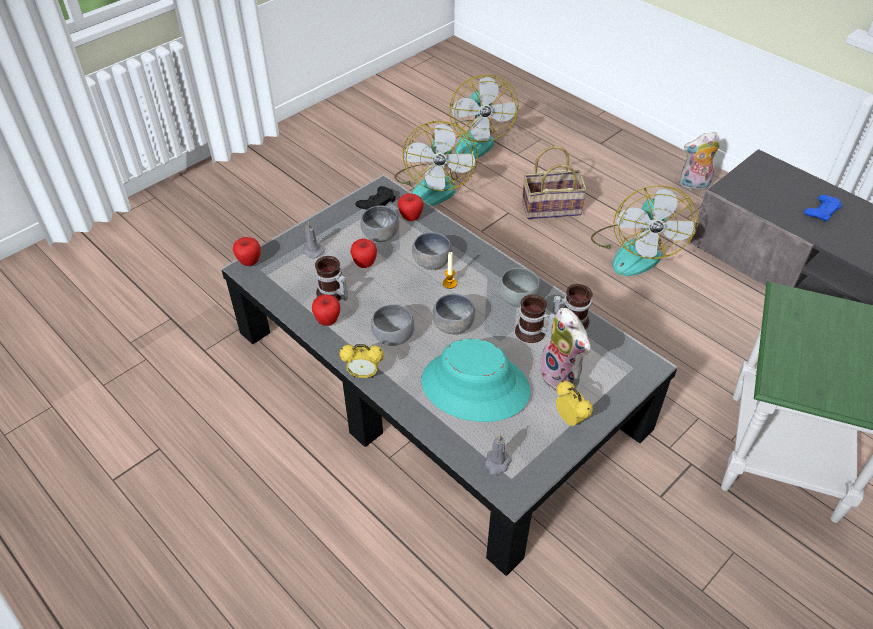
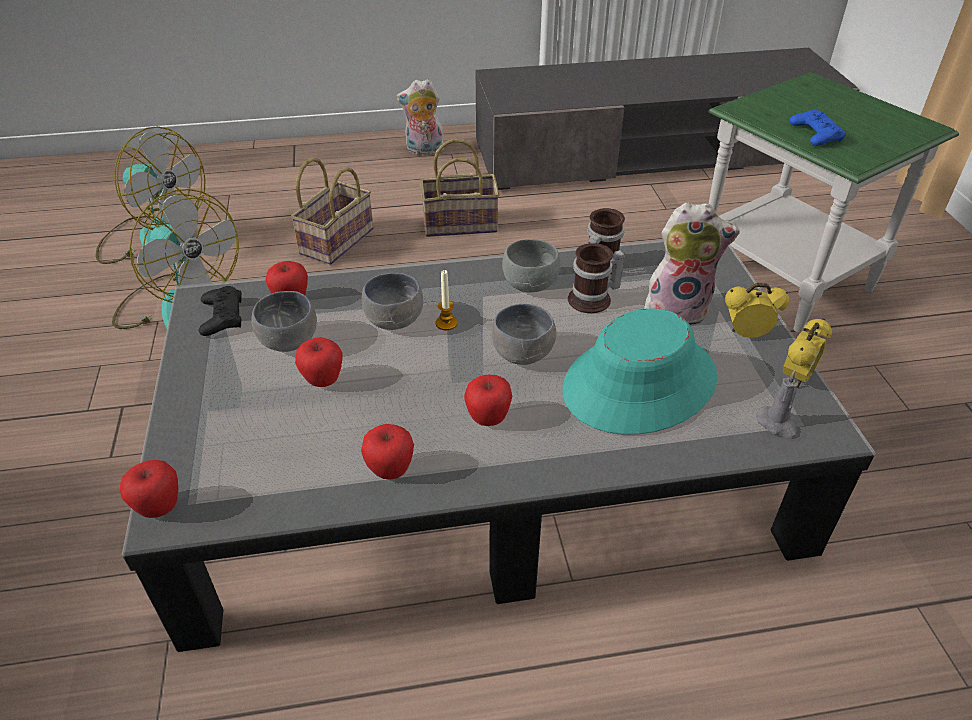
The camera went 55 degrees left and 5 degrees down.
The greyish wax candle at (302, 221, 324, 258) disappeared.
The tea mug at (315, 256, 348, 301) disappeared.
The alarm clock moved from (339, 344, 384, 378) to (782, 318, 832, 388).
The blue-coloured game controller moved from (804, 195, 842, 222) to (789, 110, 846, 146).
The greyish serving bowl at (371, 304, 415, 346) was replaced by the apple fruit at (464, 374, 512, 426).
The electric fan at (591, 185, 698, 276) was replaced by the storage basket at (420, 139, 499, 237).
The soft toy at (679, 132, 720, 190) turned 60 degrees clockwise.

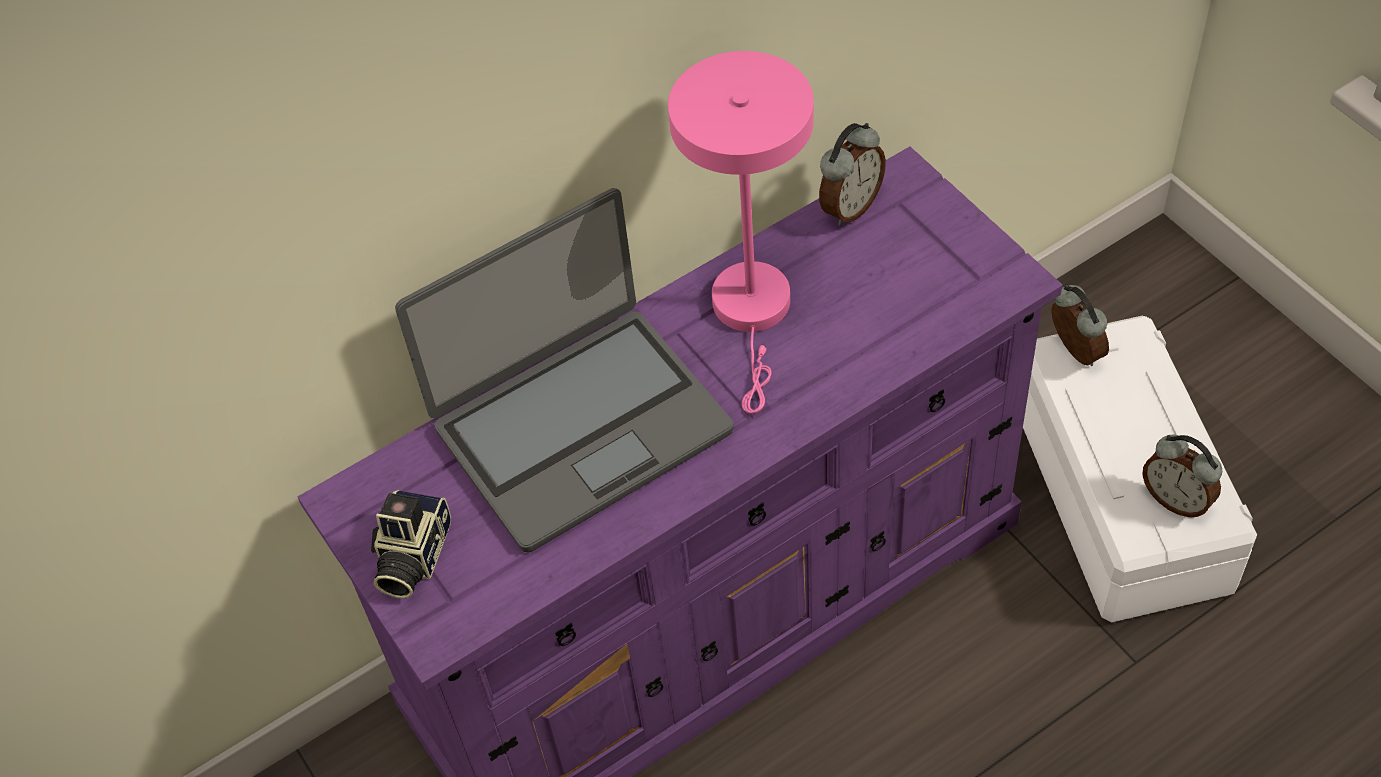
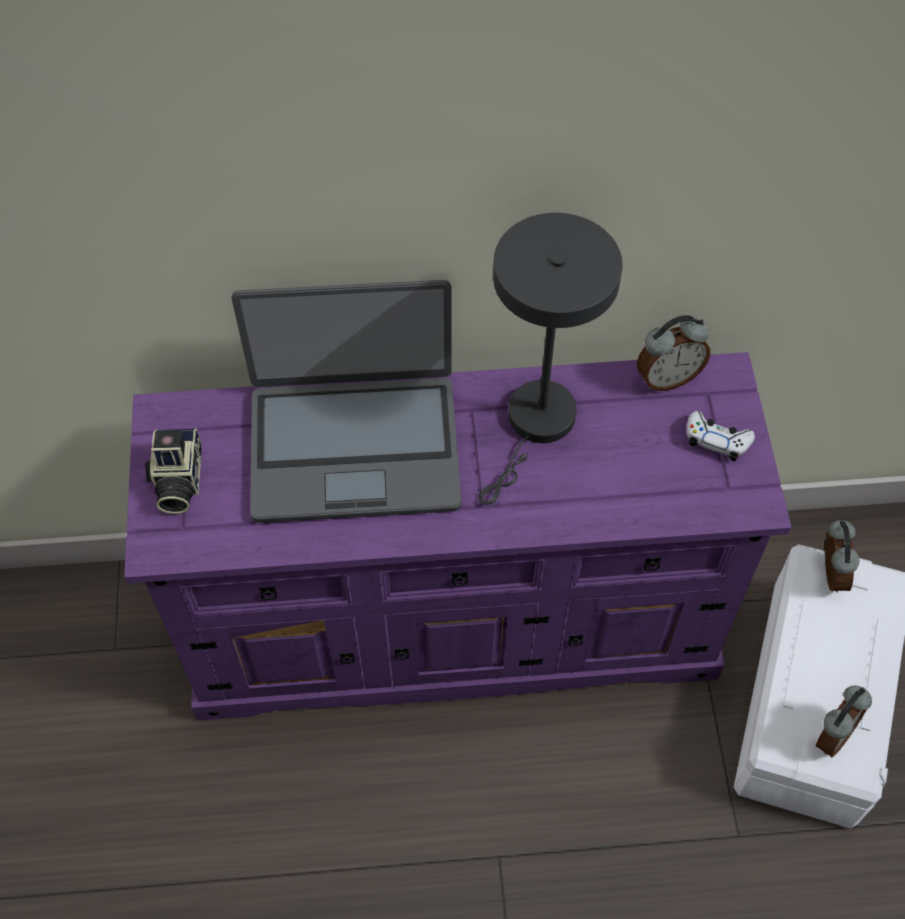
The camera went 25 degrees right and 5 degrees up.
The white-coloured game controller at (687, 411, 755, 461) appeared.
The pink-coloured lamp for a table at (668, 51, 814, 414) became the greyish lamp for a table at (478, 213, 623, 505).
The photo camera at (371, 490, 451, 599) turned 45 degrees counterclockwise.
The alarm clock at (1142, 434, 1222, 517) turned 120 degrees counterclockwise.

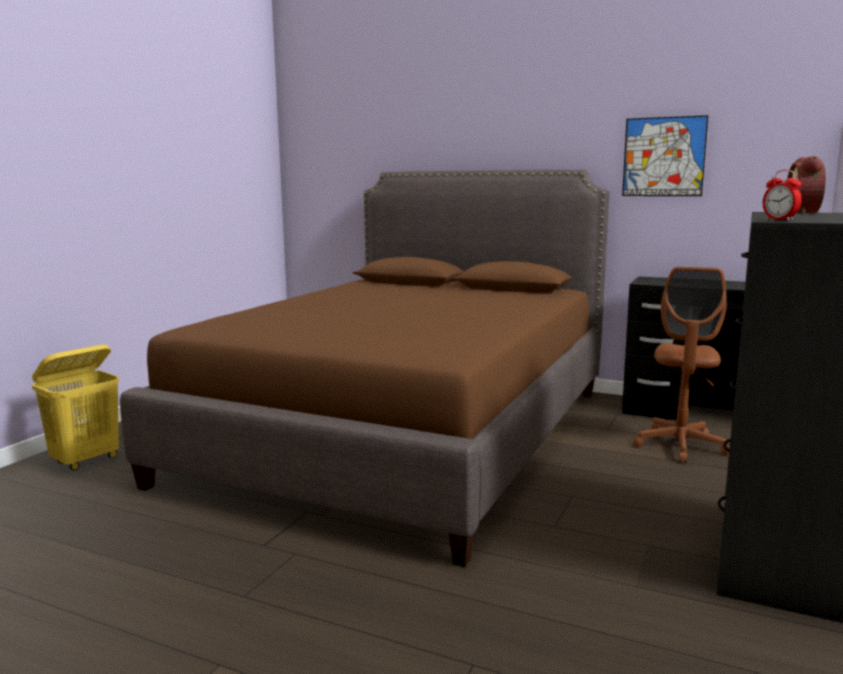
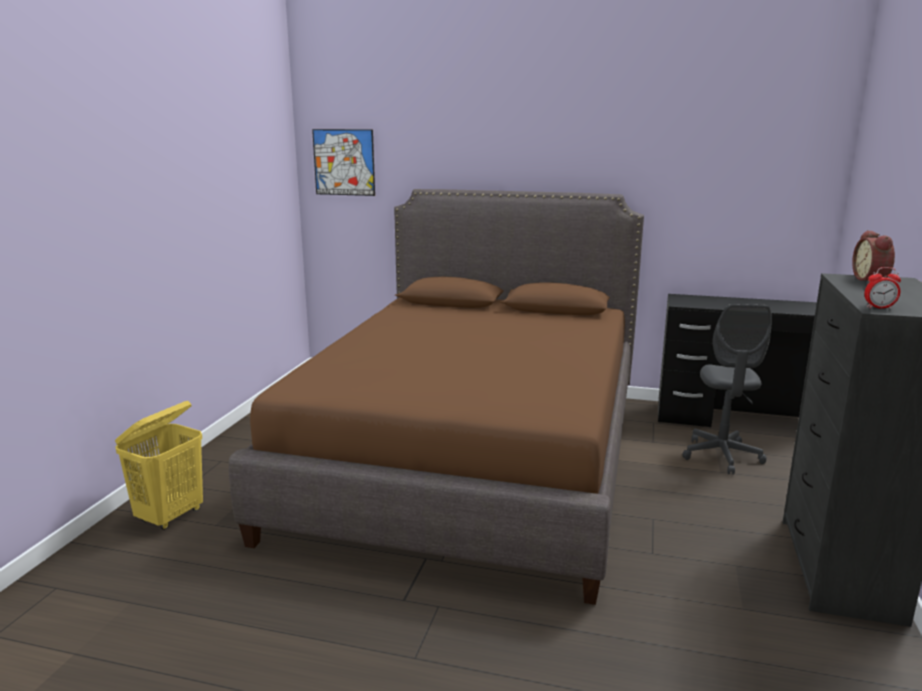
The camera went 10 degrees left and 5 degrees up.
The picture moved from (622, 115, 708, 196) to (312, 129, 375, 196).
The brownish desk chair at (634, 267, 730, 463) became the greyish desk chair at (682, 304, 772, 475).
The alarm clock at (763, 170, 802, 221) turned 45 degrees counterclockwise.

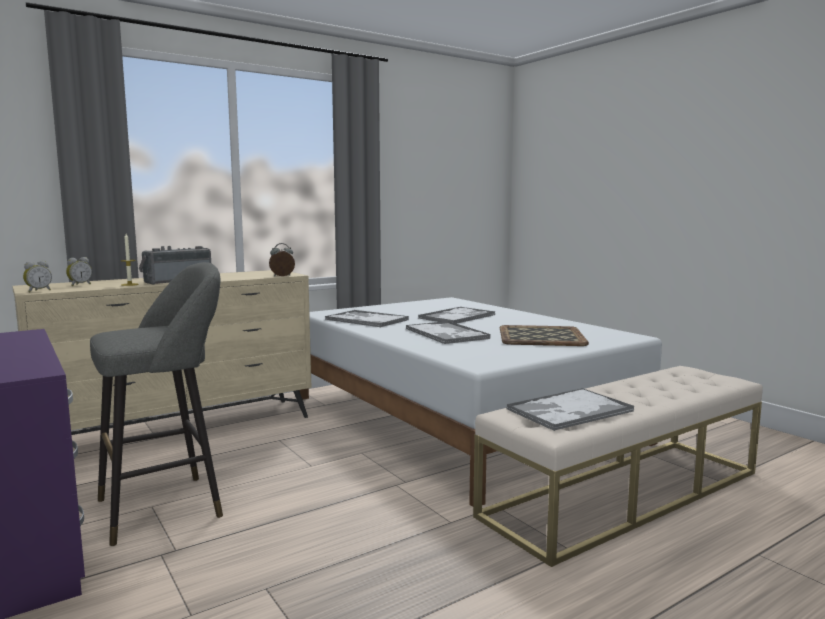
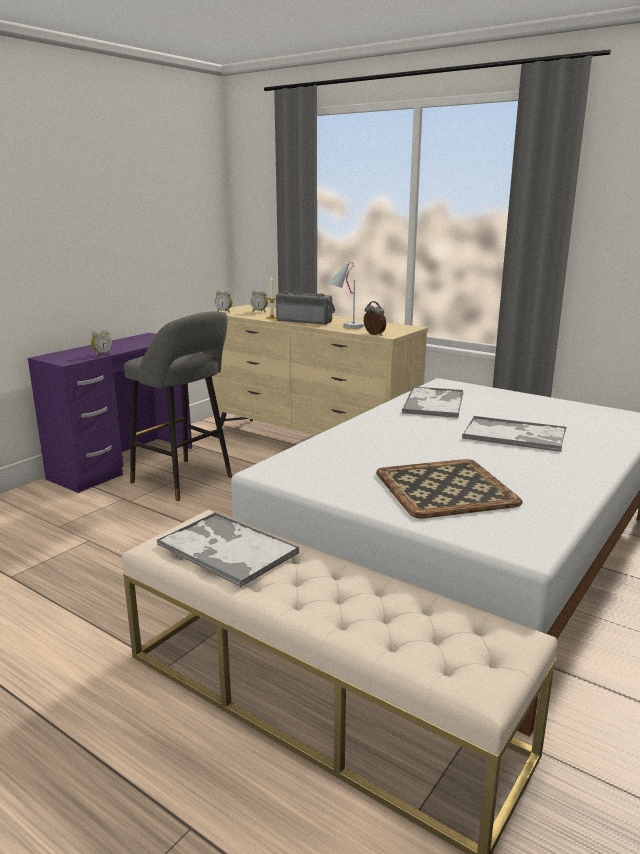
The camera went 70 degrees right and 10 degrees up.
The serving tray at (406, 321, 491, 344) disappeared.
The alarm clock at (91, 329, 112, 356) appeared.
The white-coloured lamp for a table at (327, 262, 363, 329) appeared.

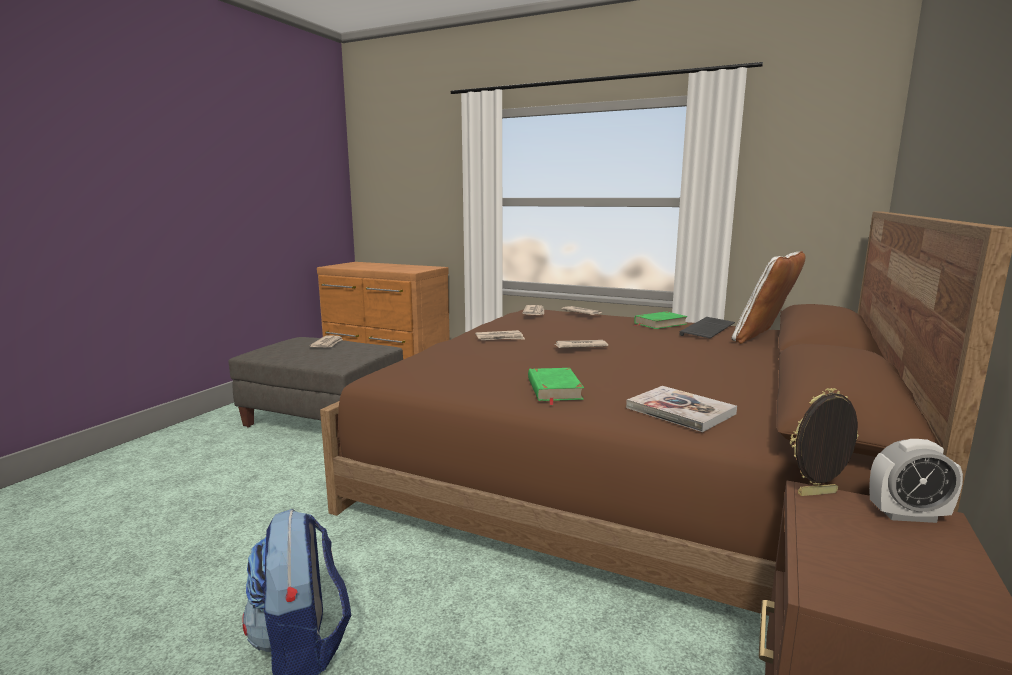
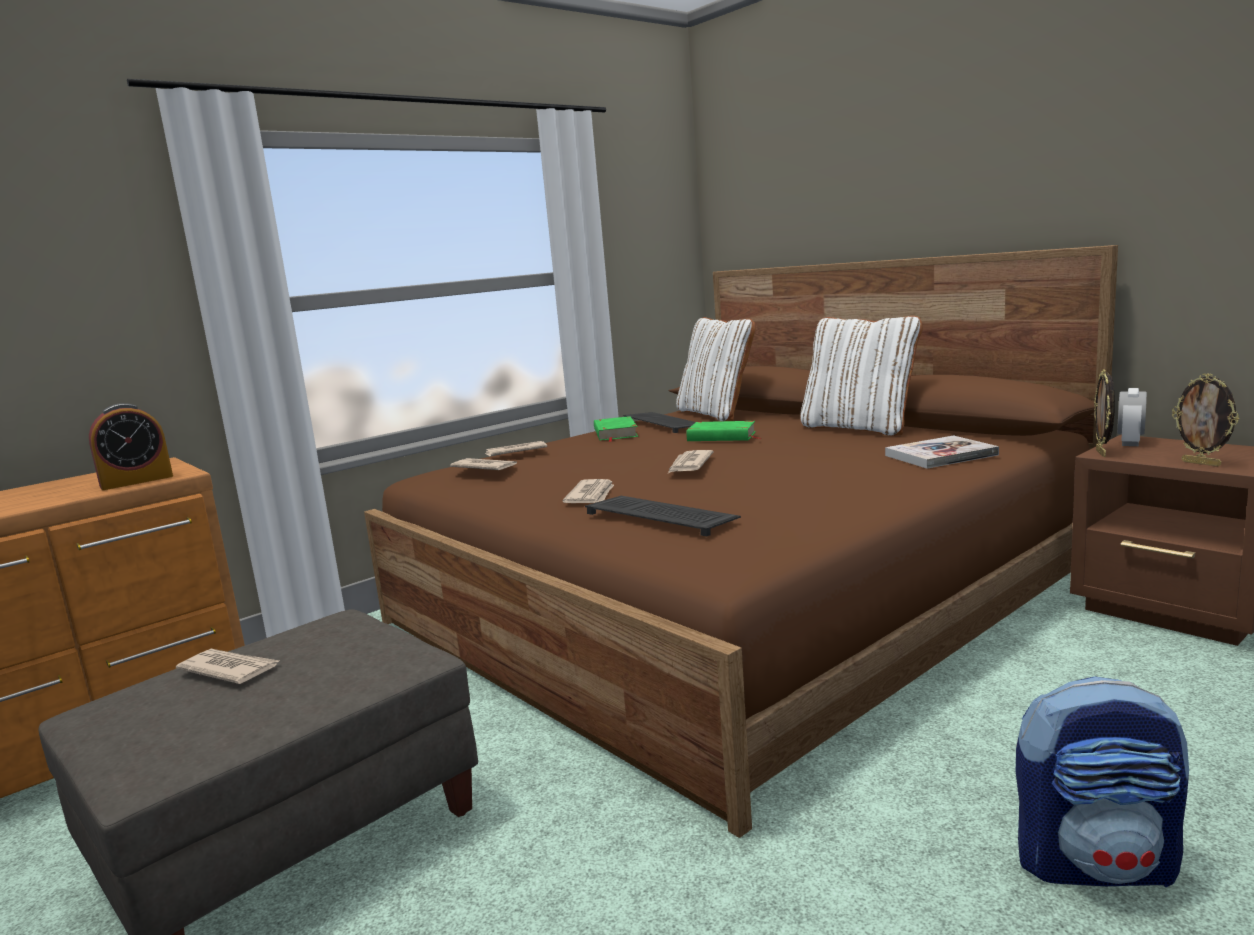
The camera went 65 degrees left and 0 degrees up.
The alarm clock at (89, 403, 173, 490) appeared.
The keyboard at (585, 496, 741, 536) appeared.
The white-coloured cushion at (800, 316, 923, 436) appeared.
The photo frame at (1172, 373, 1239, 467) appeared.
The green-coloured volume moved from (528, 368, 584, 405) to (686, 421, 761, 441).

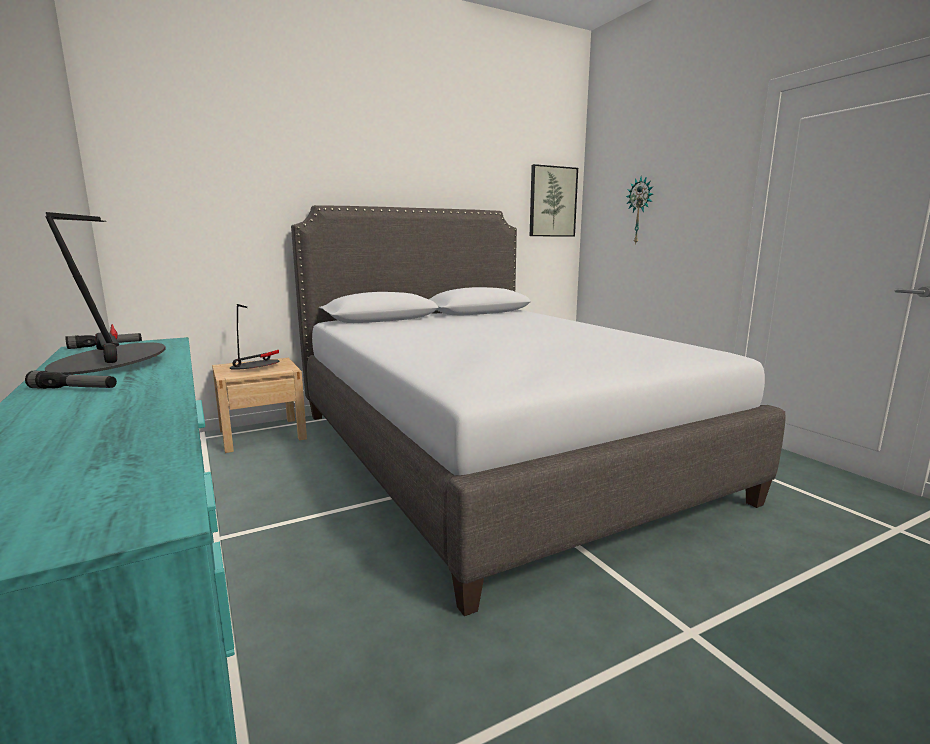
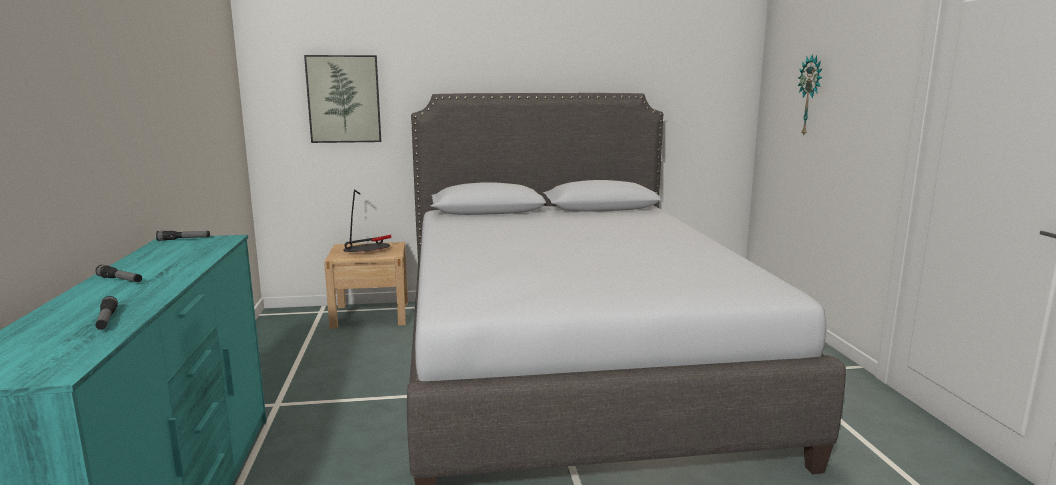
The camera went 20 degrees right and 0 degrees up.
The lamp for a table at (45, 212, 165, 375) disappeared.
The torch at (95, 296, 118, 330) appeared.
The picture moved from (530, 164, 578, 236) to (304, 55, 381, 143).

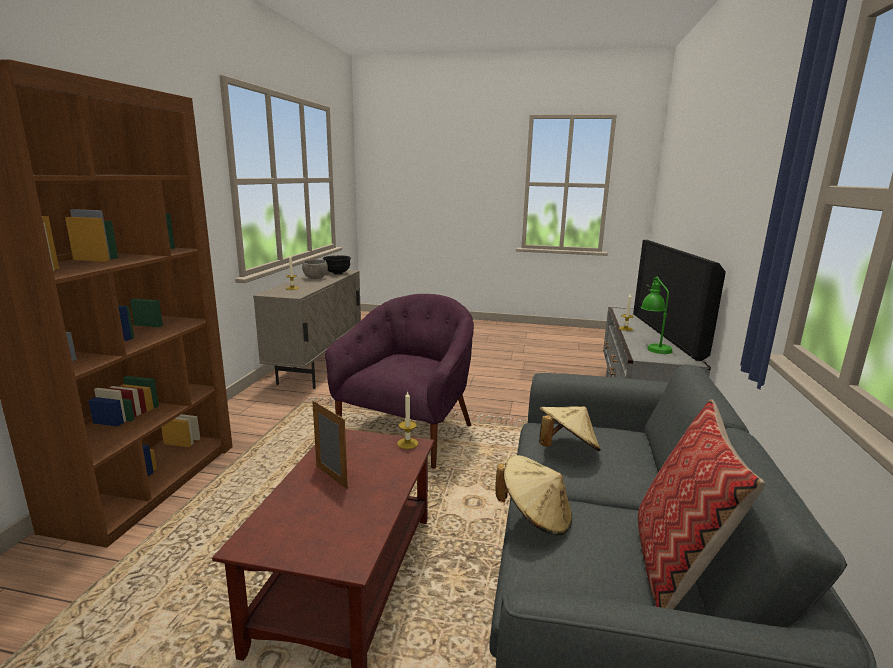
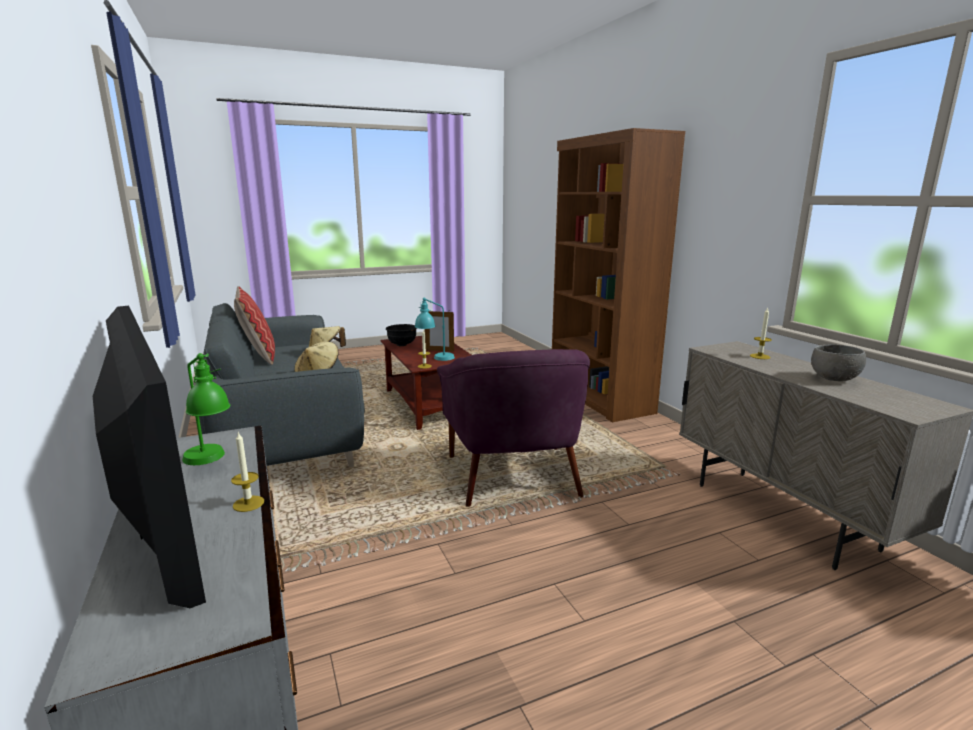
The camera went 145 degrees right and 0 degrees up.
The turquoise lamp for a table at (415, 297, 455, 361) appeared.
The black serving bowl moved from (323, 255, 351, 275) to (386, 324, 417, 346).

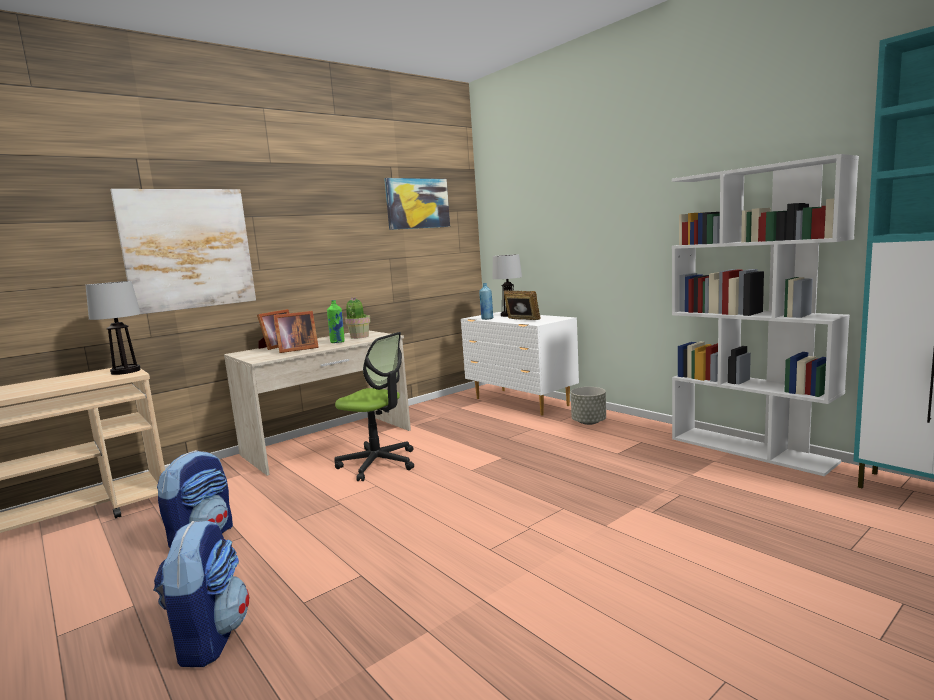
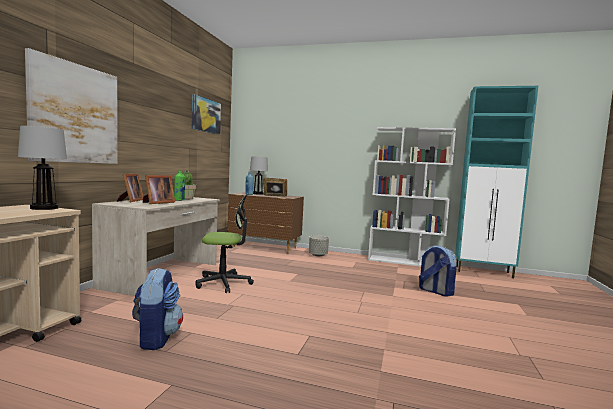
The camera went 35 degrees left and 5 degrees down.
The knapsack moved from (154, 521, 250, 667) to (419, 245, 456, 297).
The white-coloured drawer chest at (461, 312, 579, 416) became the brownish drawer chest at (228, 192, 304, 254).

